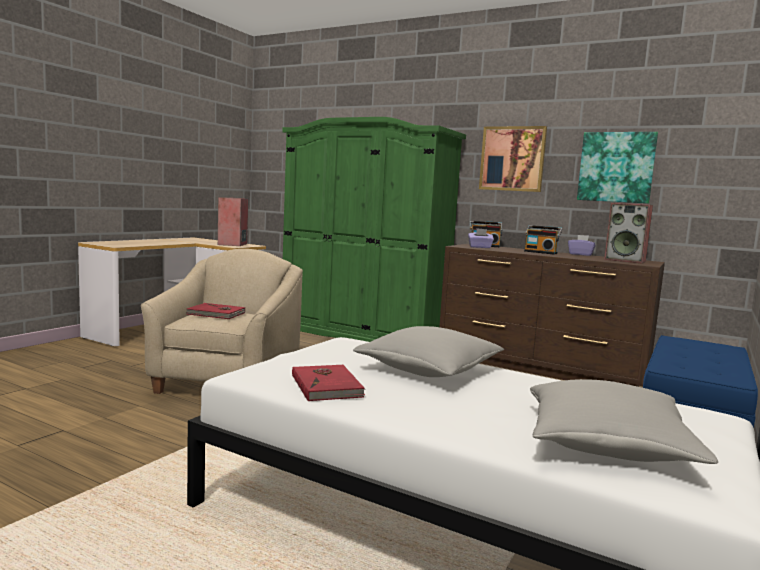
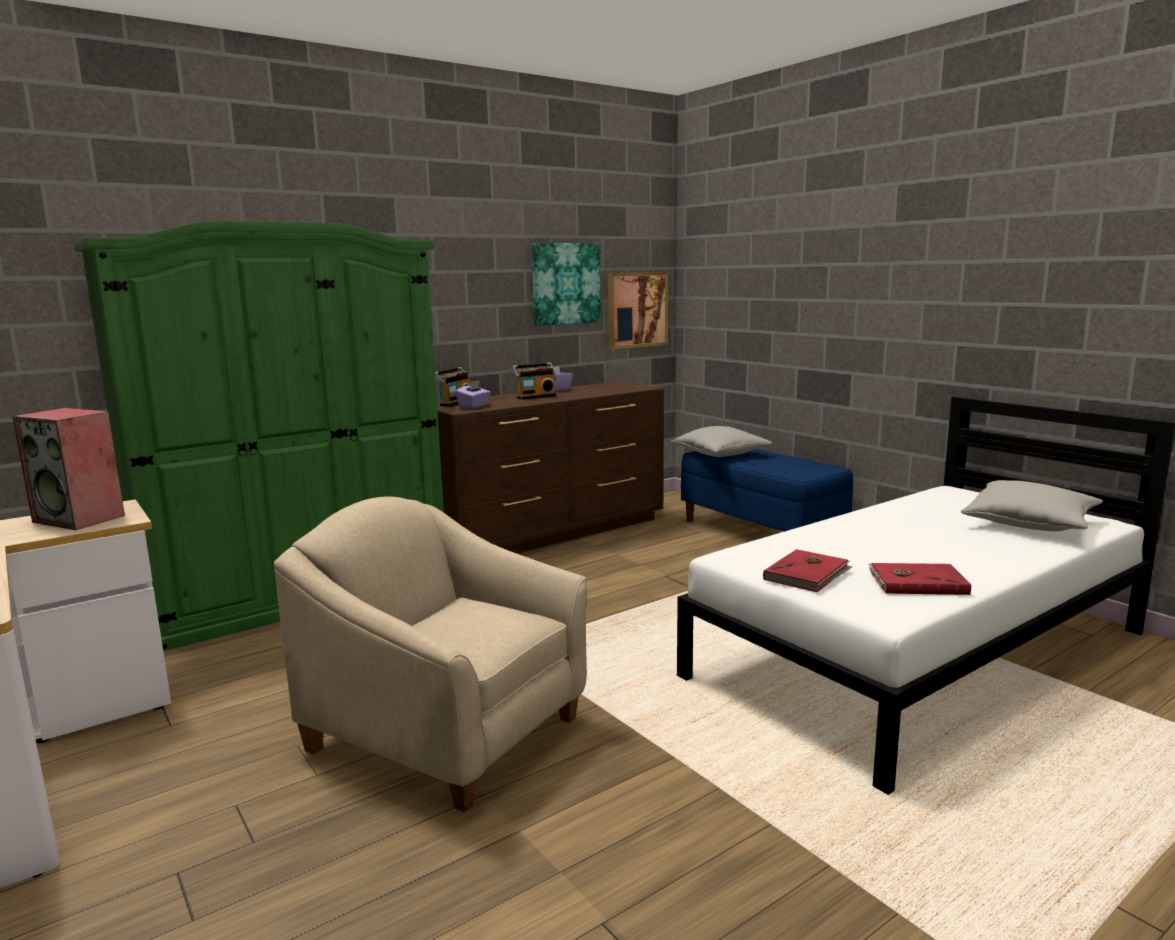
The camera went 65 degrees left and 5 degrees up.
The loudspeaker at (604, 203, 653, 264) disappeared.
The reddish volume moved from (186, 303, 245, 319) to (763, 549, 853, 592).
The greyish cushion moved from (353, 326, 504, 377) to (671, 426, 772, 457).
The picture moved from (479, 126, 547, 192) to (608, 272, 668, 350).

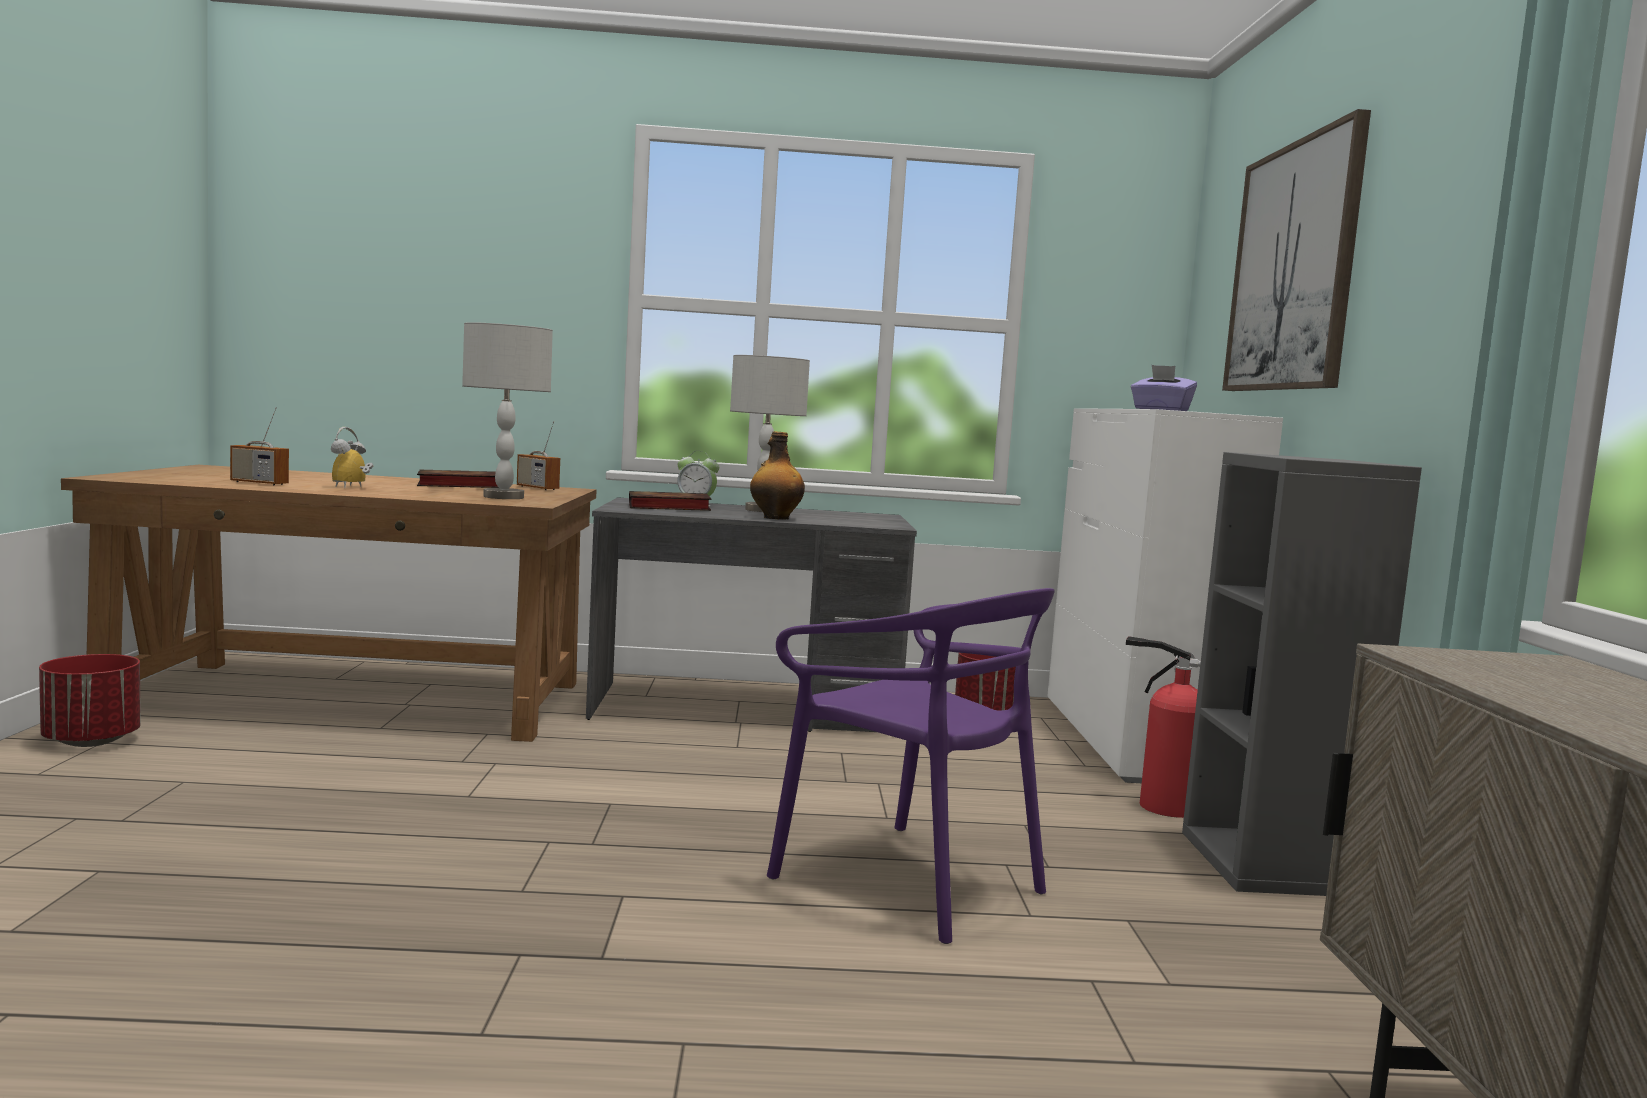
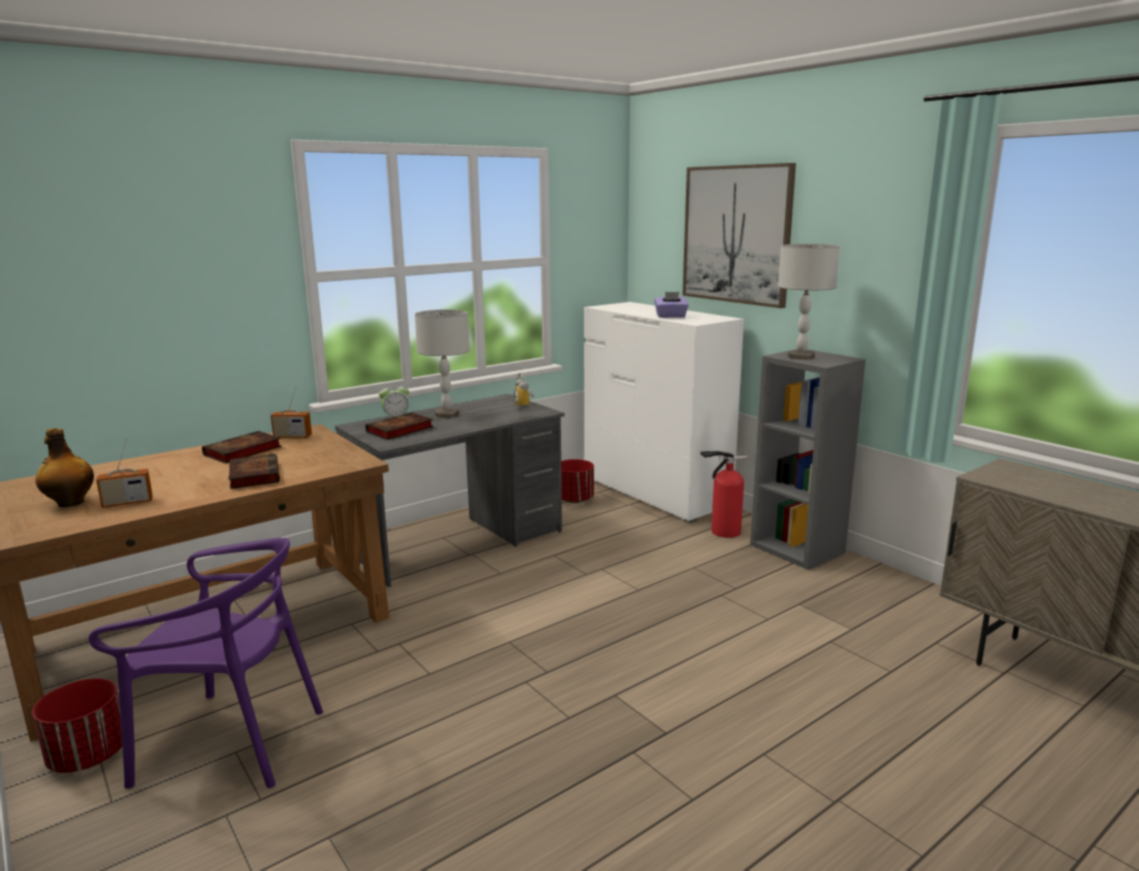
The camera went 35 degrees left and 10 degrees up.
The volume at (229, 453, 280, 489) appeared.
The alarm clock moved from (331, 427, 374, 487) to (514, 373, 535, 408).
The greyish lamp for a table moved from (462, 322, 553, 499) to (778, 244, 840, 360).
The beverage bottle moved from (750, 431, 805, 520) to (35, 428, 94, 507).
The purple-coloured upright chair moved from (767, 588, 1055, 944) to (89, 538, 323, 789).

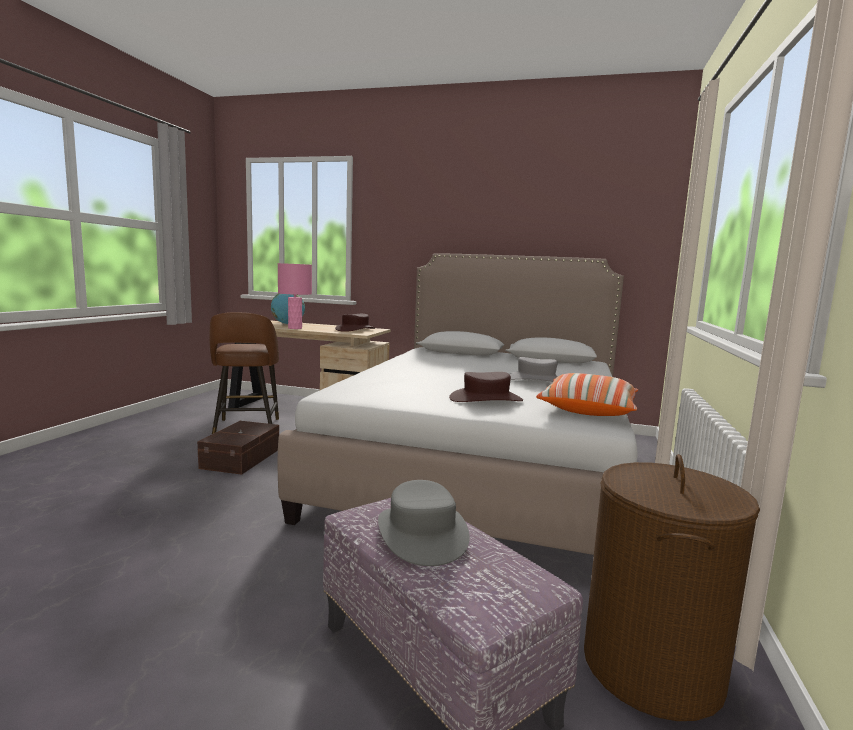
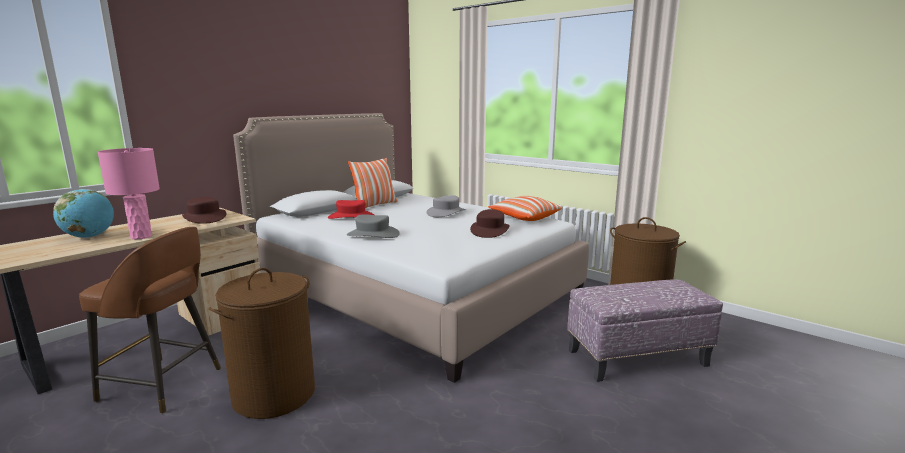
The camera went 65 degrees left and 5 degrees up.
The reddish wearable hat at (328, 200, 374, 219) appeared.
The cushion at (348, 158, 398, 208) appeared.
The greyish wearable hat moved from (378, 480, 470, 566) to (347, 214, 400, 238).
The brownish storage bin at (197, 421, 279, 475) was replaced by the brownish hamper at (209, 268, 315, 419).

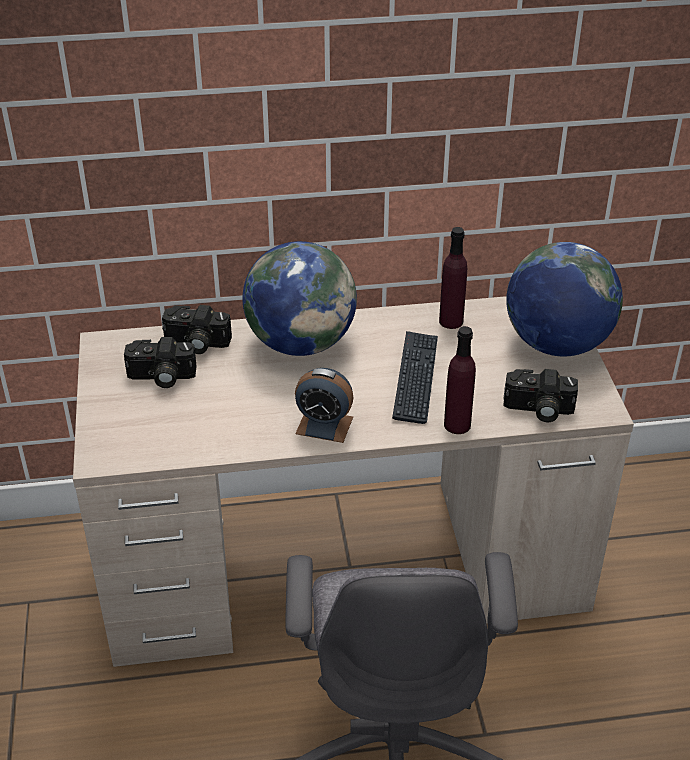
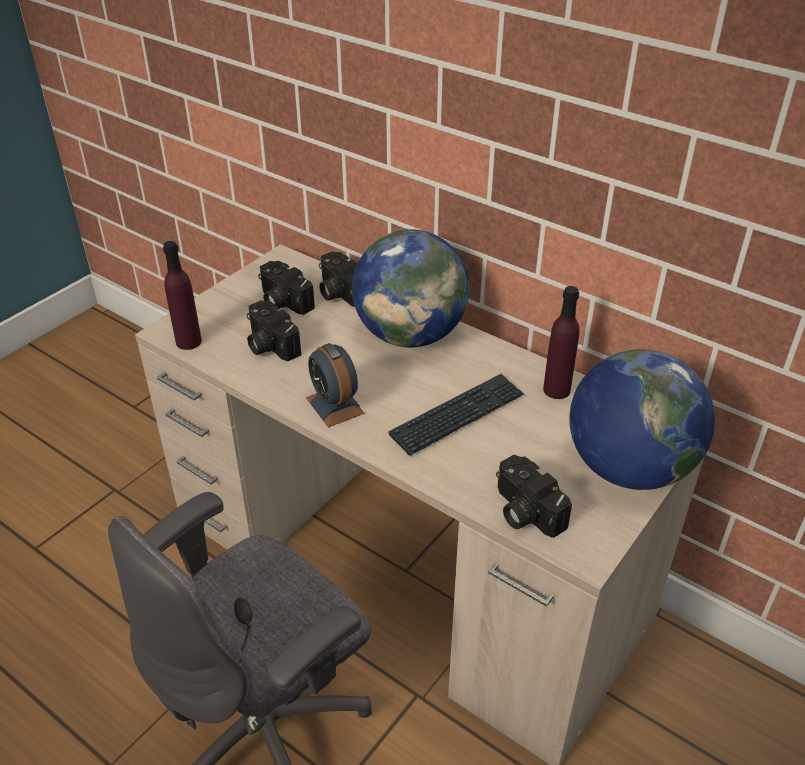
The camera went 45 degrees right and 0 degrees up.
The photo camera at (247, 300, 301, 361) appeared.
The purple-coloured beverage bottle moved from (444, 326, 476, 434) to (163, 241, 202, 350).

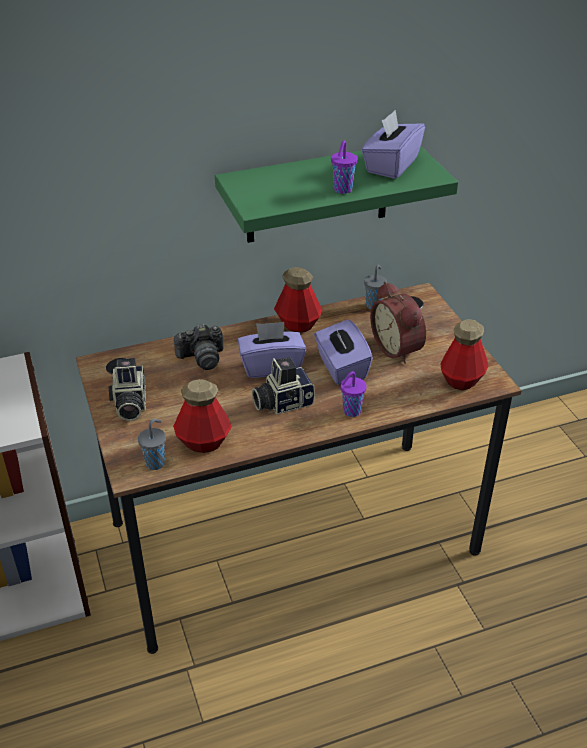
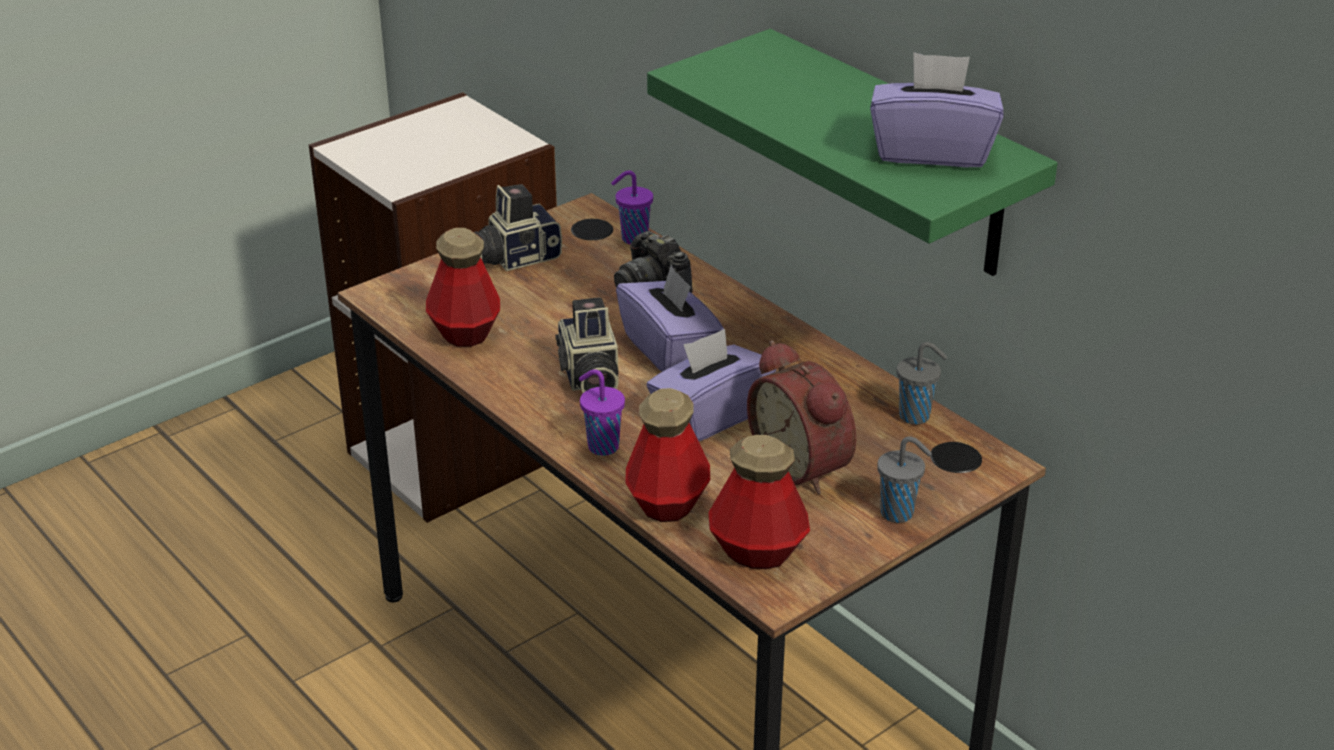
The camera went 70 degrees right and 5 degrees down.
The greyish small cup moved from (138, 419, 166, 470) to (878, 436, 932, 523).
The beverage bottle moved from (274, 267, 322, 332) to (625, 388, 710, 522).
The purple-coloured small cup moved from (331, 140, 358, 194) to (611, 170, 653, 244).
The photo camera at (252, 357, 315, 414) turned 150 degrees counterclockwise.
The alarm clock at (370, 282, 426, 364) turned 75 degrees counterclockwise.

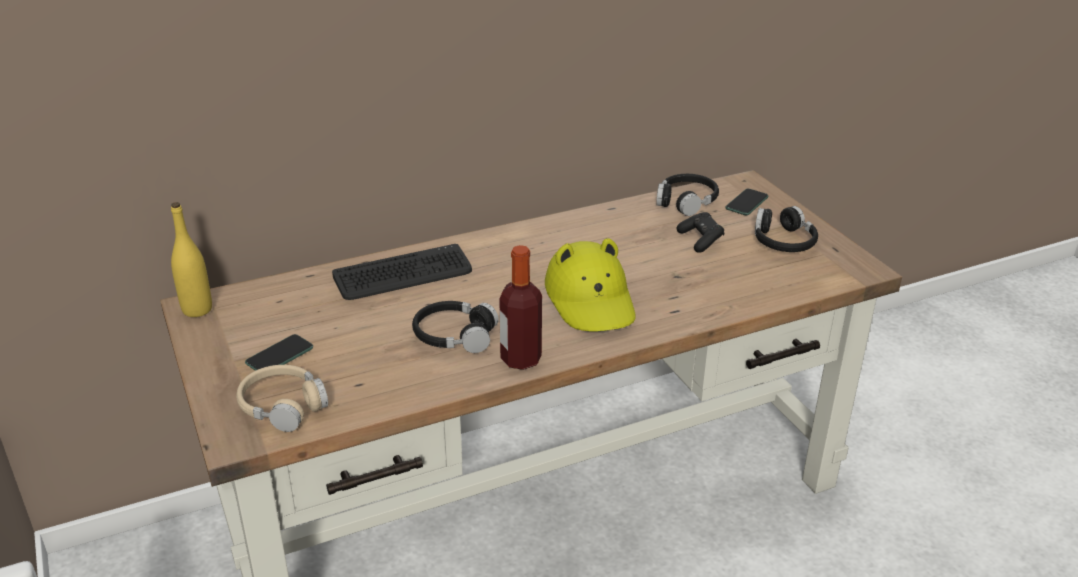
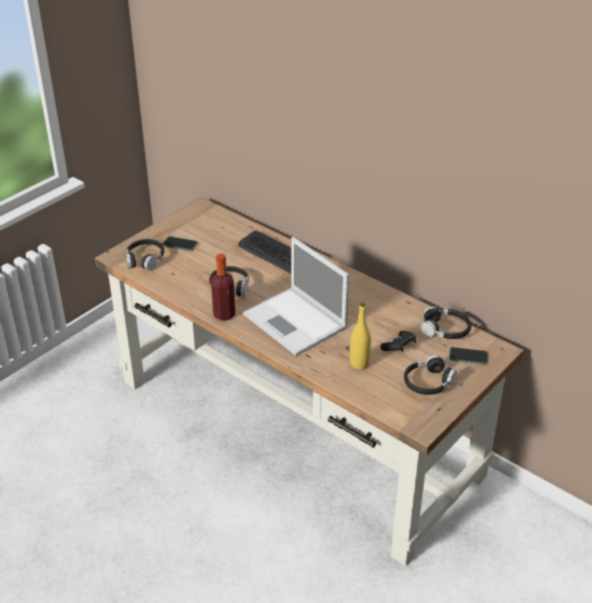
The camera went 65 degrees right and 5 degrees up.
The yellow beverage bottle moved from (171, 202, 212, 317) to (350, 303, 371, 370).
The yellow wearable hat at (545, 238, 636, 331) was replaced by the notebook computer at (243, 237, 350, 356).
The sand-coloured headphones at (236, 365, 328, 432) became the black headphones at (126, 239, 164, 270).

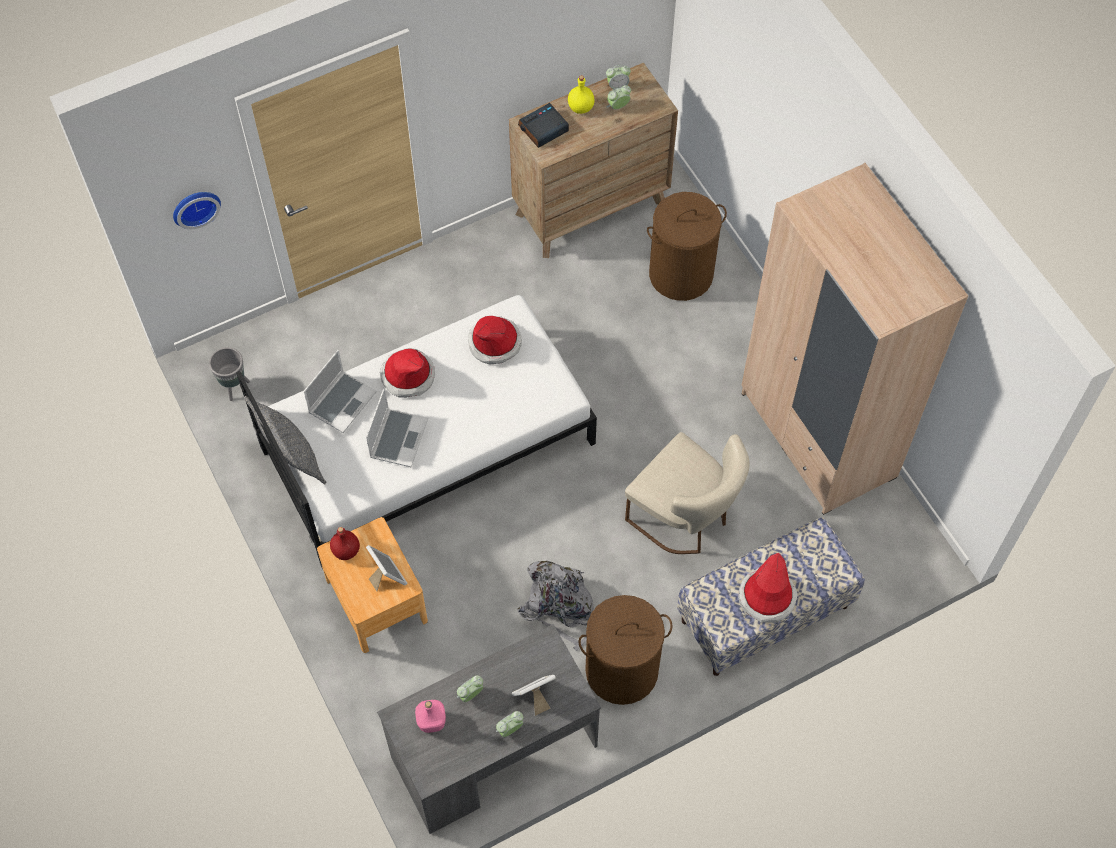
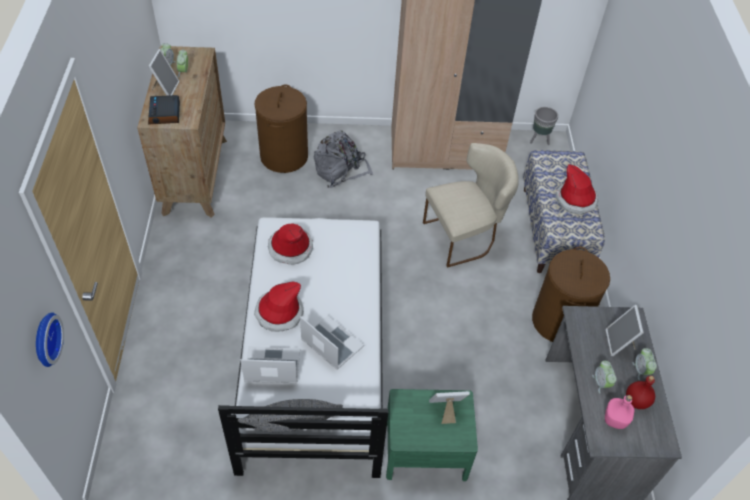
The camera went 65 degrees left and 10 degrees down.
The greyish plant pot moved from (209, 347, 250, 401) to (530, 107, 558, 145).
The reddish beverage bottle moved from (330, 527, 360, 560) to (626, 376, 655, 409).
The greyish knapsack moved from (517, 561, 594, 651) to (314, 130, 373, 188).
The yellow beverage bottle at (568, 75, 595, 114) was replaced by the photo frame at (148, 49, 180, 96).
The brownish night table at (317, 517, 428, 653) became the green-coloured night table at (386, 389, 478, 481).
The notebook computer at (304, 350, 377, 433) turned 60 degrees counterclockwise.

